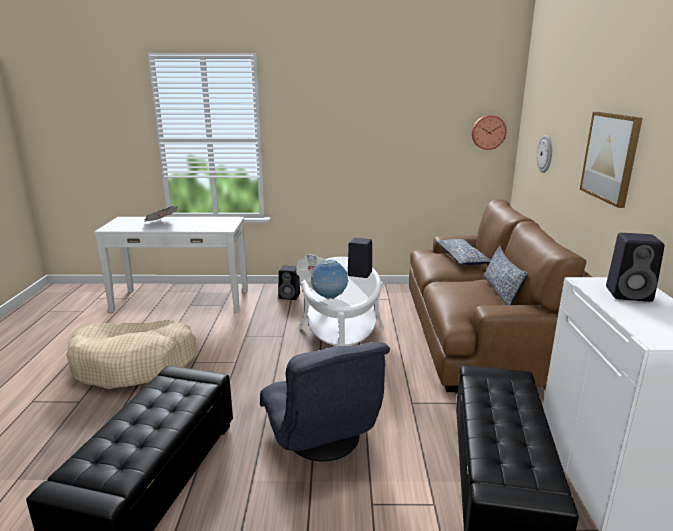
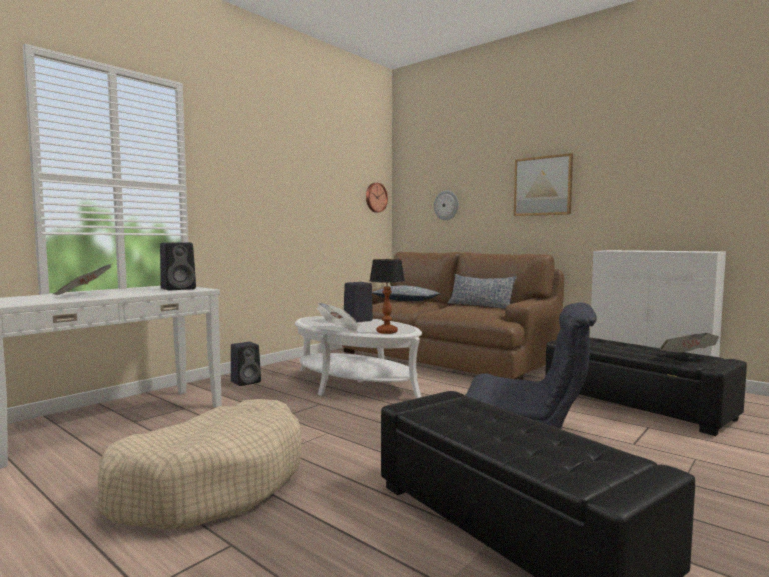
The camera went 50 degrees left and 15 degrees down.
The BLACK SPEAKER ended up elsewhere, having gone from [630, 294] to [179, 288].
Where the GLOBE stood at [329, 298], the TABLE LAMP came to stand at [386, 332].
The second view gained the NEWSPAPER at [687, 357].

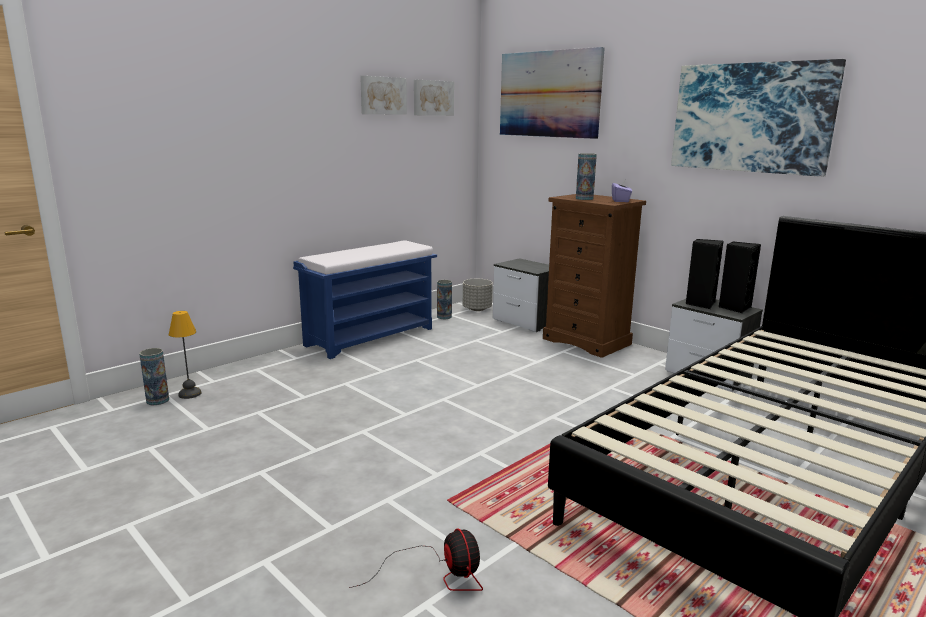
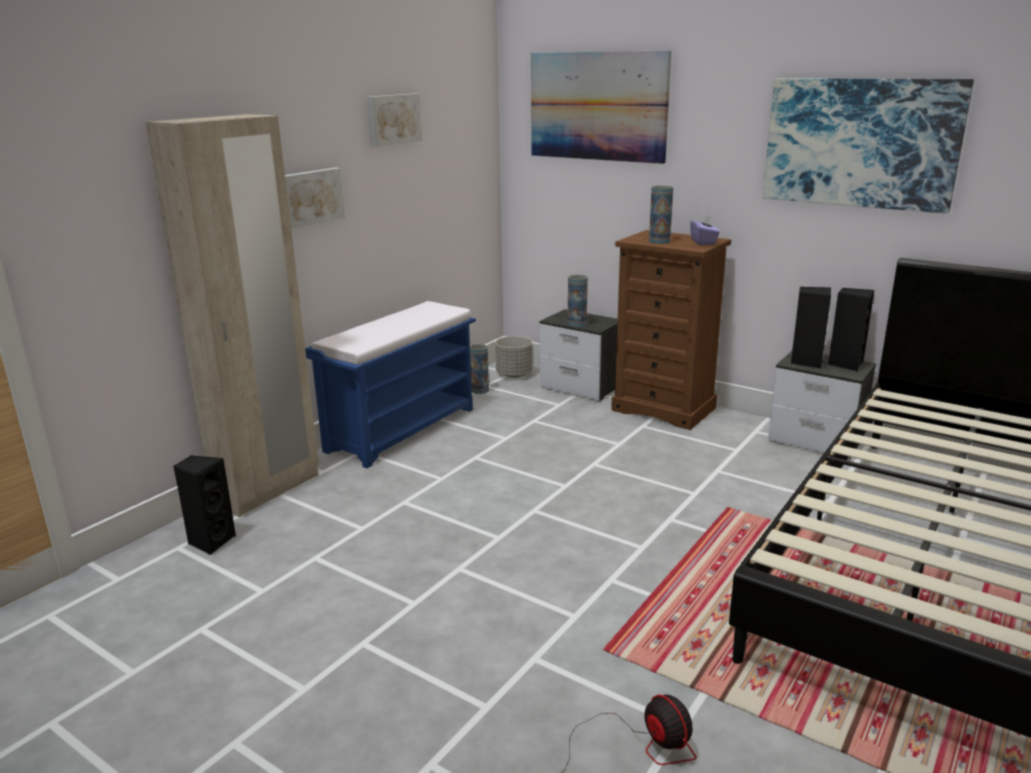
The camera went 10 degrees left and 5 degrees up.
The PICTURE ended up elsewhere, having gone from [432, 98] to [310, 197].
Where the TABLE LAMP stood at [189, 393], the BLACK SPEAKER came to stand at [211, 541].
The VASE ended up elsewhere, having gone from [157, 400] to [577, 324].
The second view gained the BEIGE WARDROBE at [268, 490].

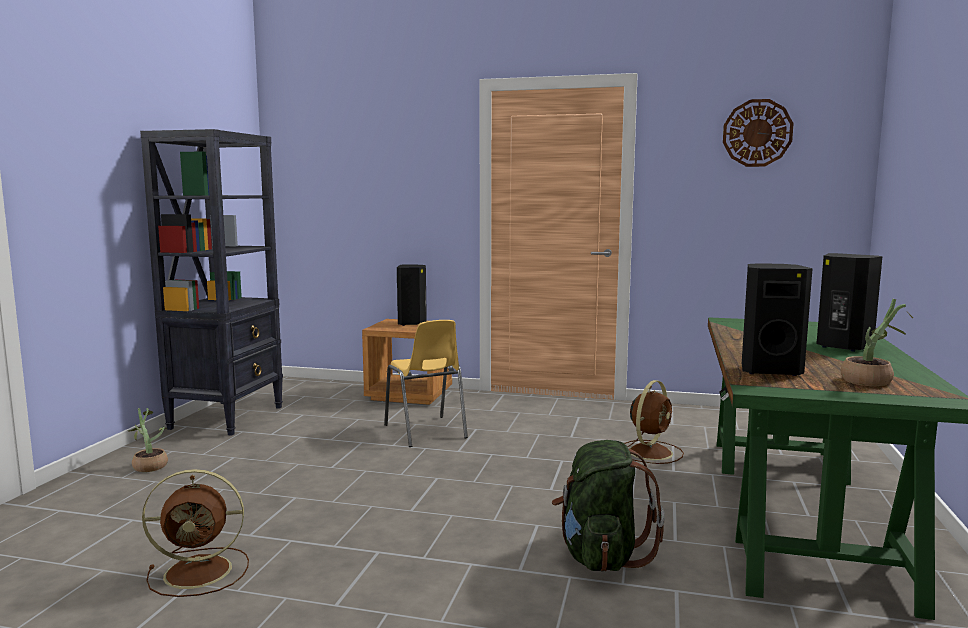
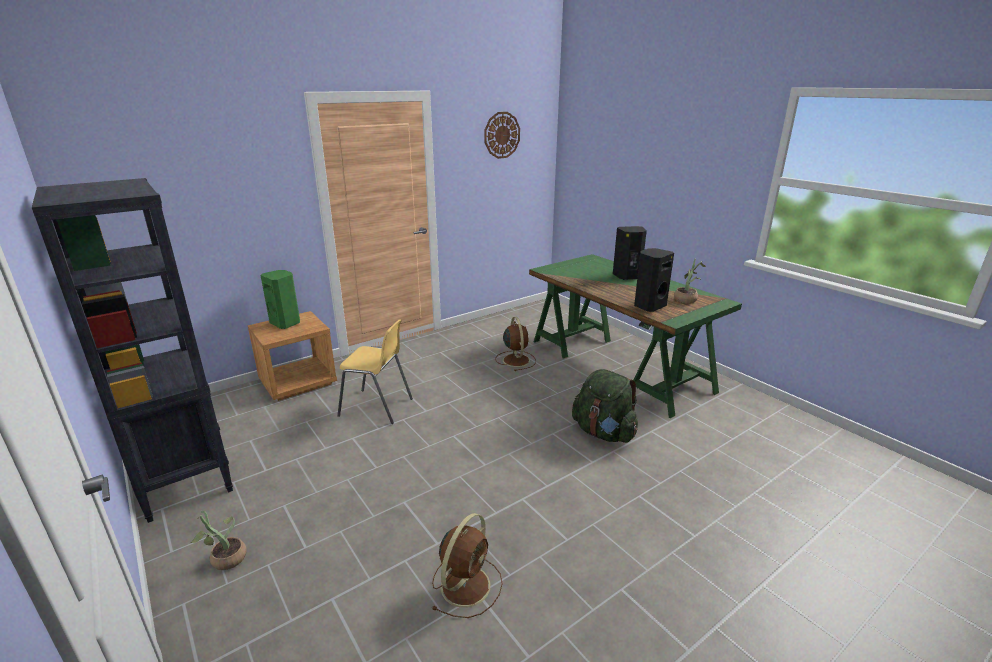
The camera went 50 degrees left and 15 degrees up.
What was the BLACK SPEAKER at [412, 323] turned into the GREEN SPEAKER at [286, 323].

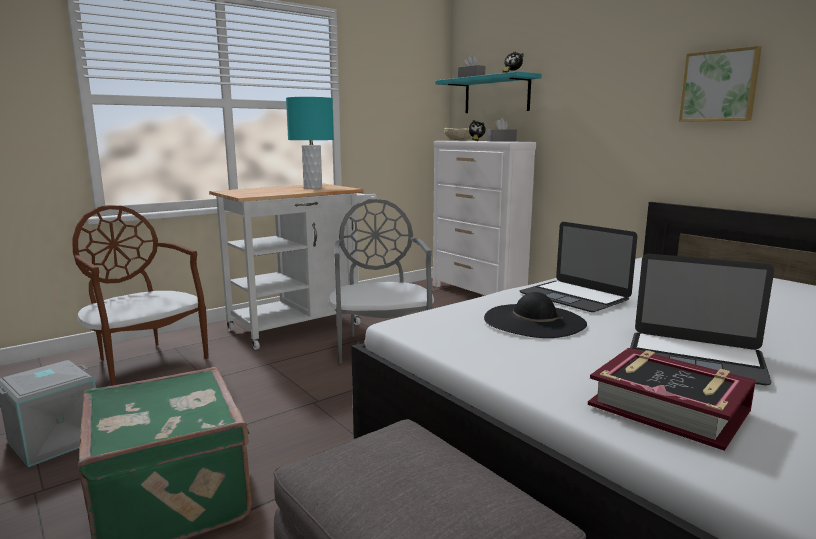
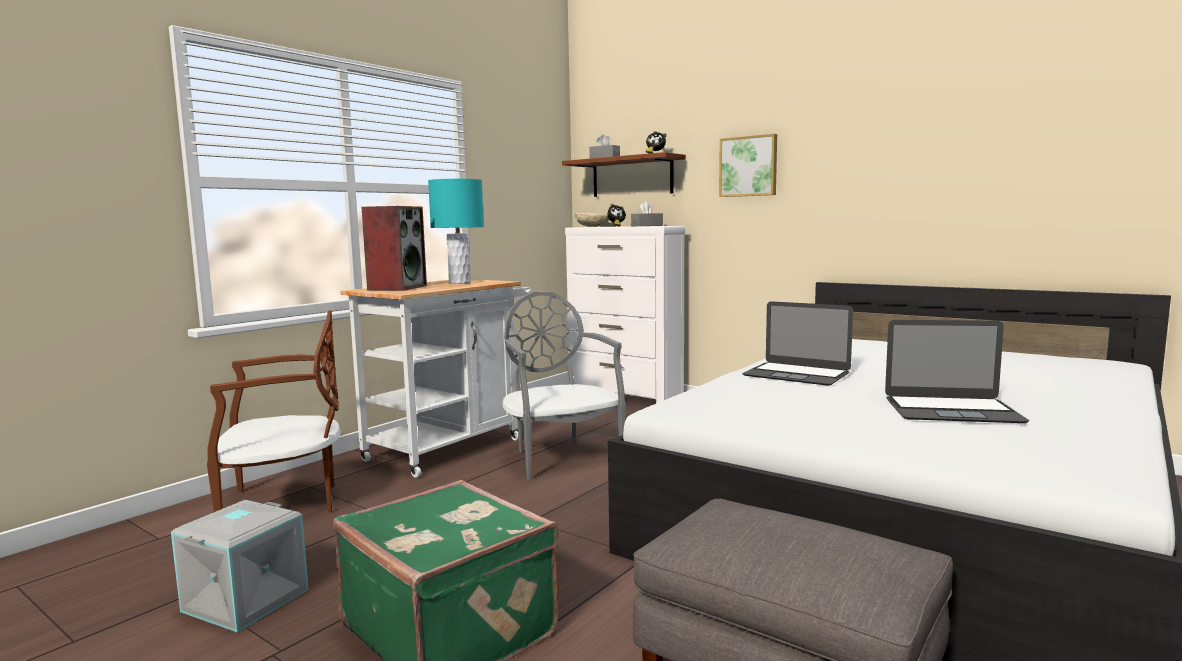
The camera went 15 degrees left and 5 degrees down.
The PICTURE ended up elsewhere, having gone from [719, 86] to [748, 166].
What was the TURQUOISE SHELF at [496, 95] turned into the BROWN SHELF at [632, 177].
The BROWN CHAIR at [146, 361] ended up facing another way, 135 degrees clockwise from before.
The second view lost the BLACK HAT at [534, 321].
The second view lost the BOOK at [668, 407].
The second view gained the SPEAKER at [397, 288].

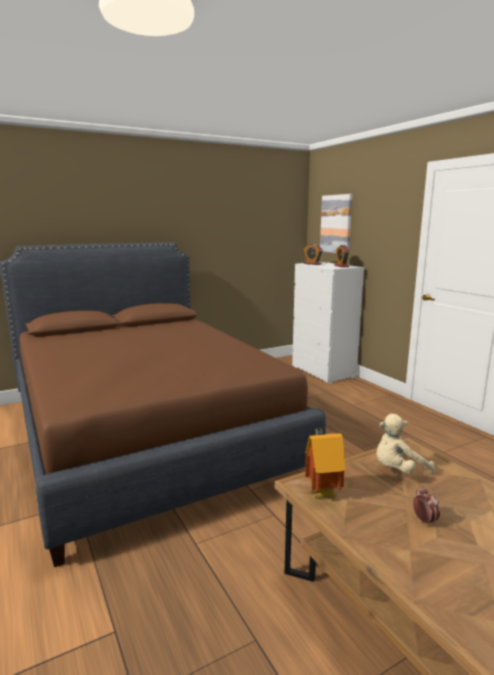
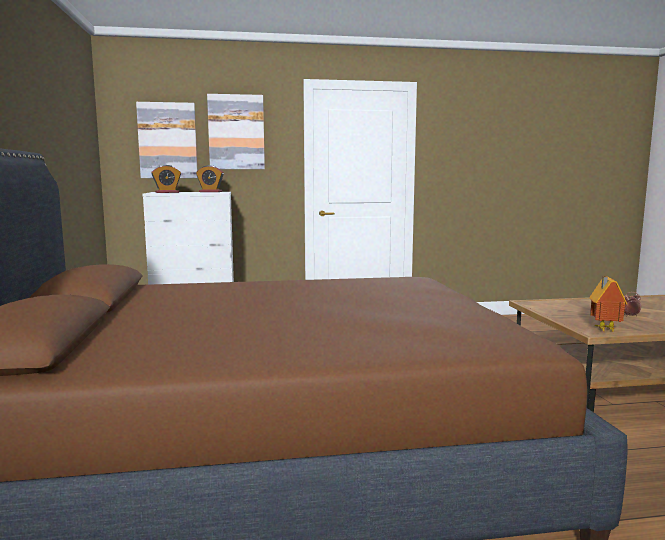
The camera went 70 degrees left and 5 degrees down.
The second view lost the BEIGE PLUSH TOY at [398, 470].
The second view gained the PICTURE at [236, 132].

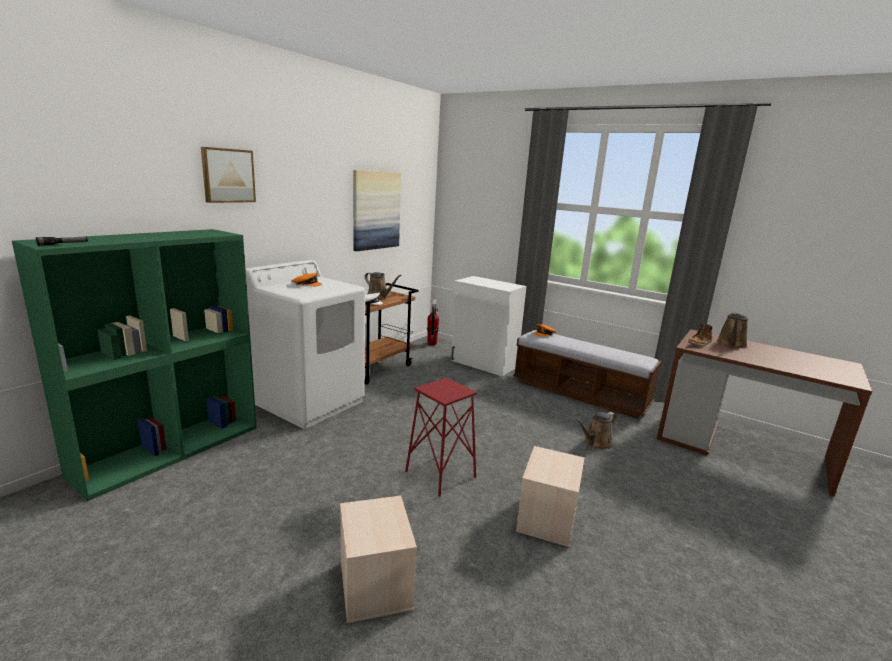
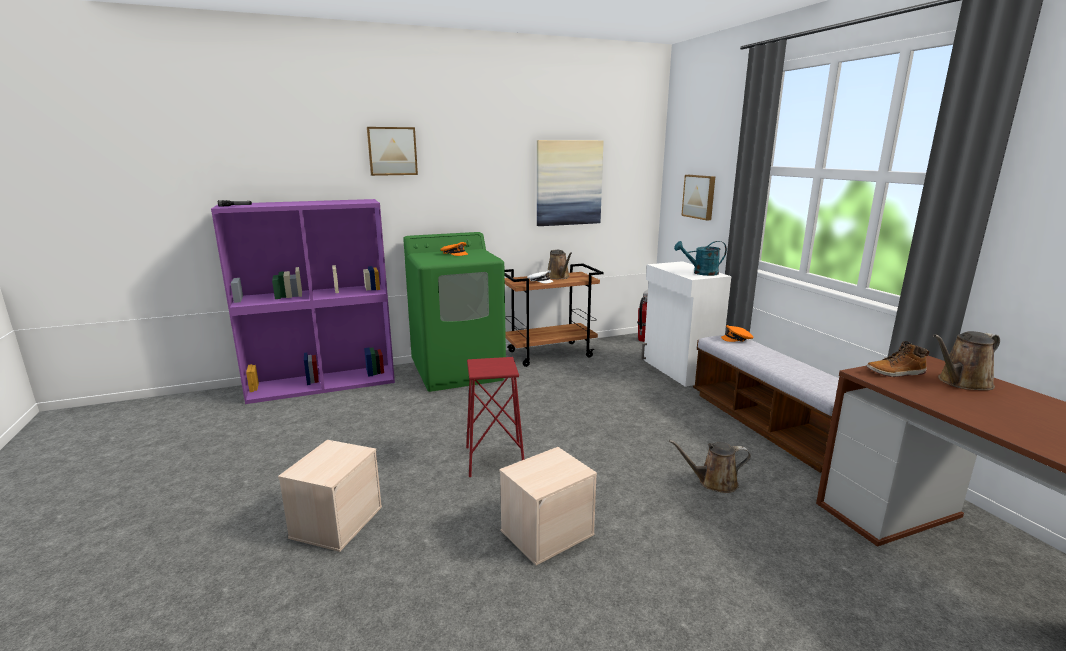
The camera went 35 degrees right and 0 degrees up.
What was the GREEN BOOKCASE at [170, 449] turned into the PURPLE BOOKCASE at [323, 383].
What was the WHITE WASHING MACHINE at [309, 402] turned into the GREEN WASHING MACHINE at [458, 371].
The second view gained the PICTURE at [699, 196].
The second view gained the TURQUOISE WATERING CAN at [701, 273].

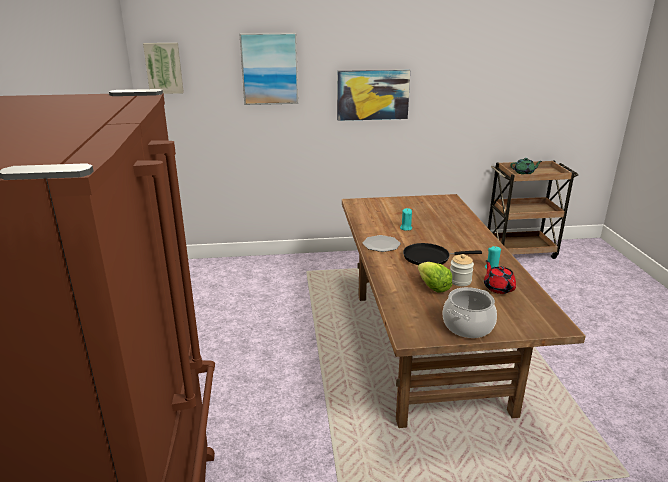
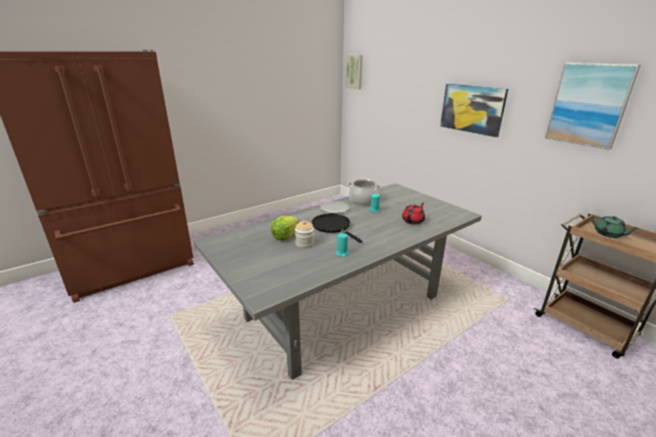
The camera went 60 degrees right and 0 degrees up.
The PICTURE ended up elsewhere, having gone from [269, 69] to [588, 105].
What was the BROWN DINING TABLE at [425, 346] turned into the GREY DINING TABLE at [345, 307].
The RED TEAPOT ended up elsewhere, having gone from [498, 288] to [413, 221].
The COOKING POT ended up elsewhere, having gone from [467, 326] to [363, 200].

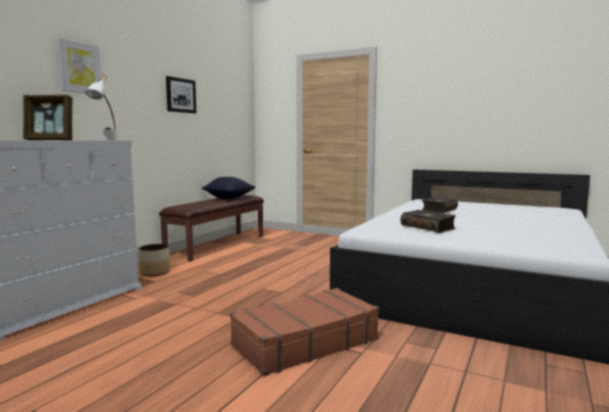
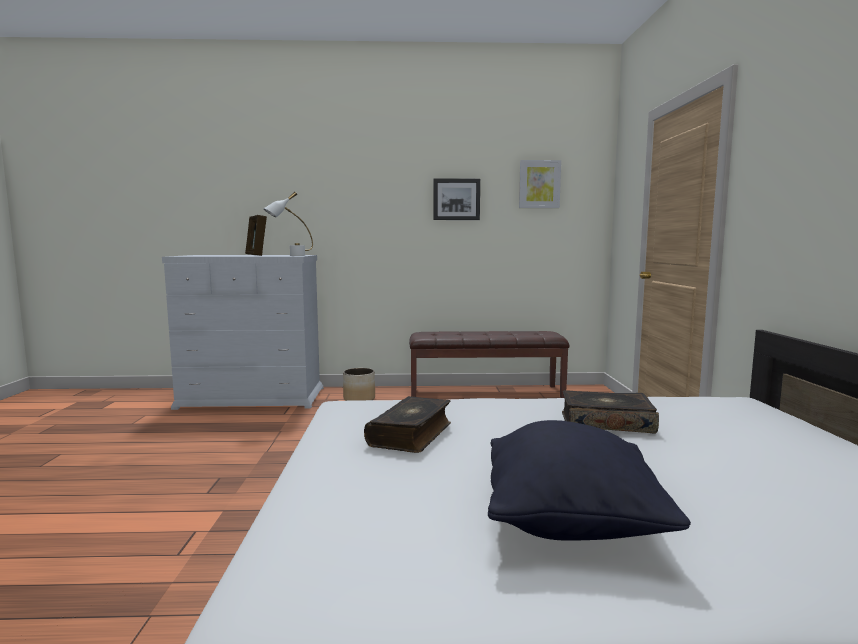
The camera went 60 degrees right and 0 degrees up.
The PICTURE ended up elsewhere, having gone from [79, 67] to [539, 184].
The BLACK PILLOW ended up elsewhere, having gone from [229, 198] to [571, 522].
The second view lost the BROWN SUITCASE at [304, 342].

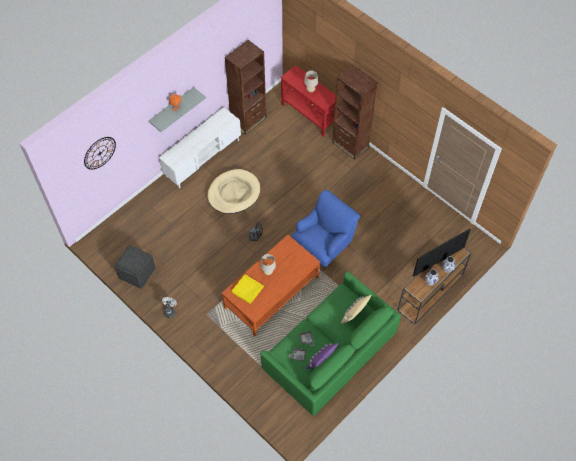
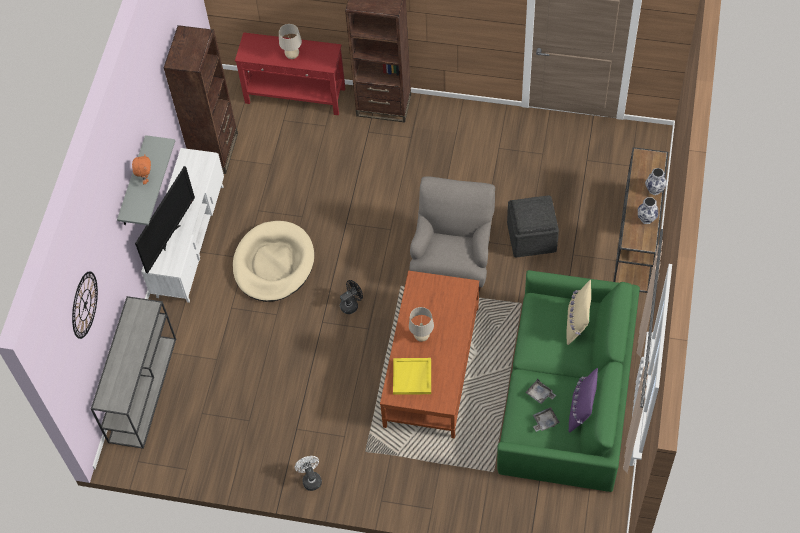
The camera went 30 degrees left and 0 degrees up.
What was the BLUE ARMCHAIR at [324, 245] turned into the GREY ARMCHAIR at [453, 261].
The TELEVISION ended up elsewhere, having gone from [437, 262] to [170, 236].
The GREY OTTOMAN ended up elsewhere, having gone from [136, 273] to [531, 237].
The second view gained the GREY CONSOLE TABLE at [142, 388].

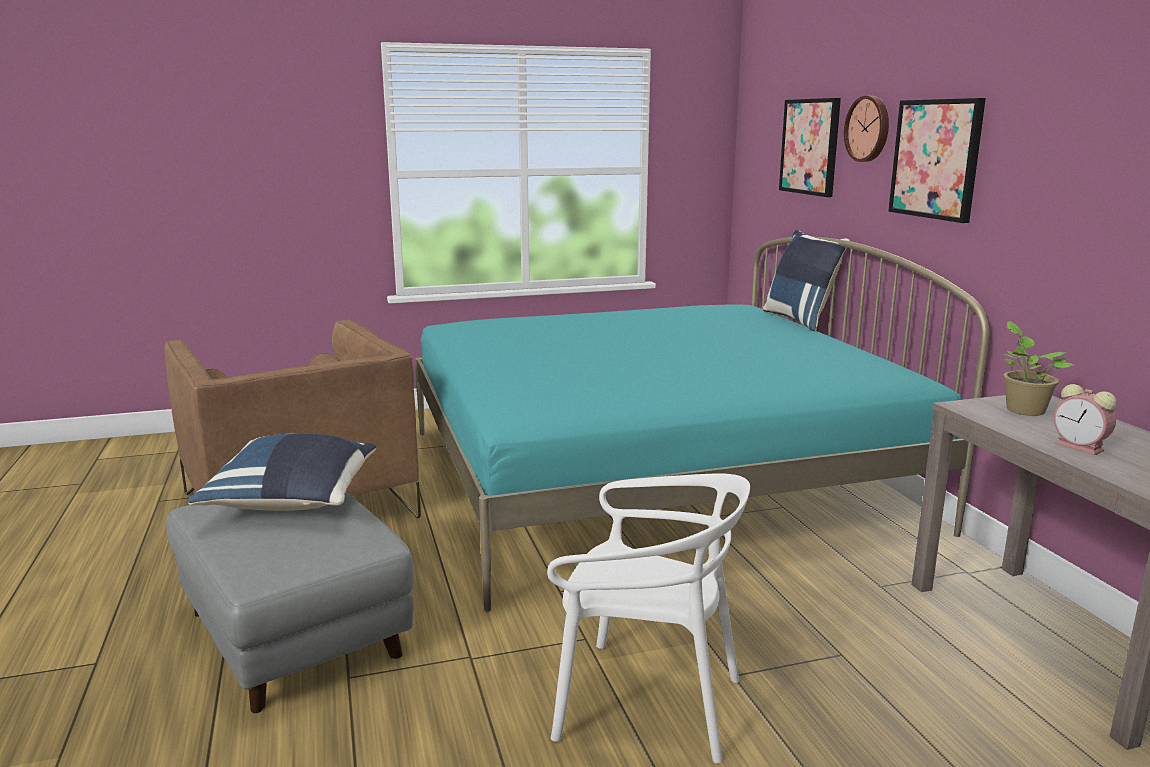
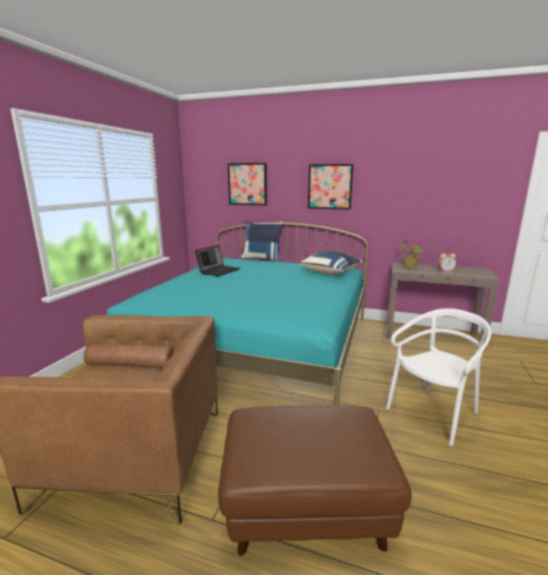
The camera went 55 degrees left and 0 degrees up.
The second view lost the WALL CLOCK at [869, 129].
The BLUE PILLOW ended up elsewhere, having gone from [294, 501] to [330, 272].
What was the GREY OTTOMAN at [296, 633] turned into the BROWN OTTOMAN at [307, 505].
The second view gained the LAPTOP at [218, 271].

